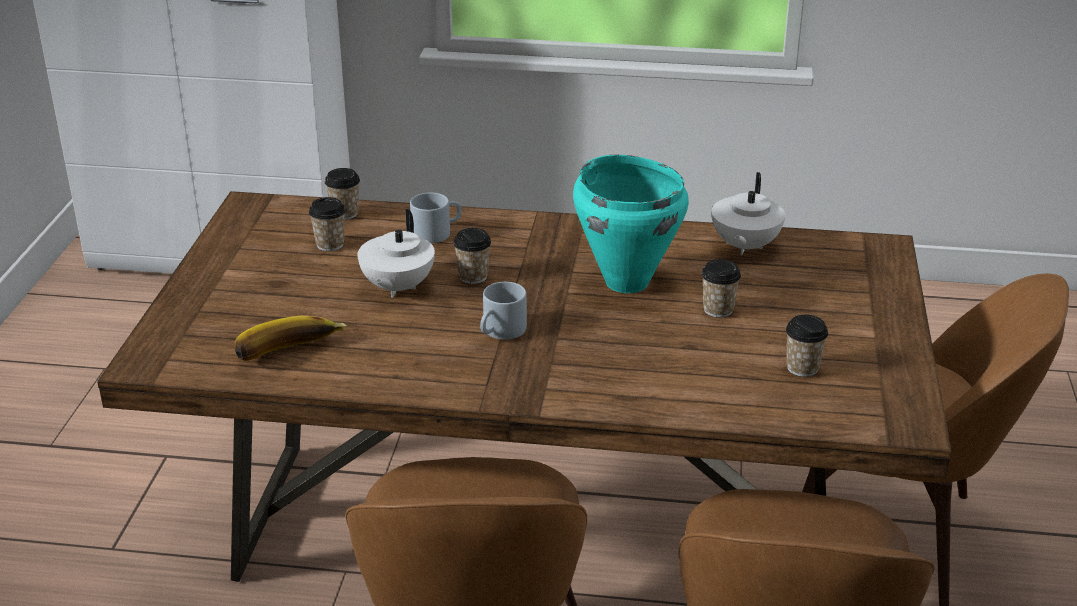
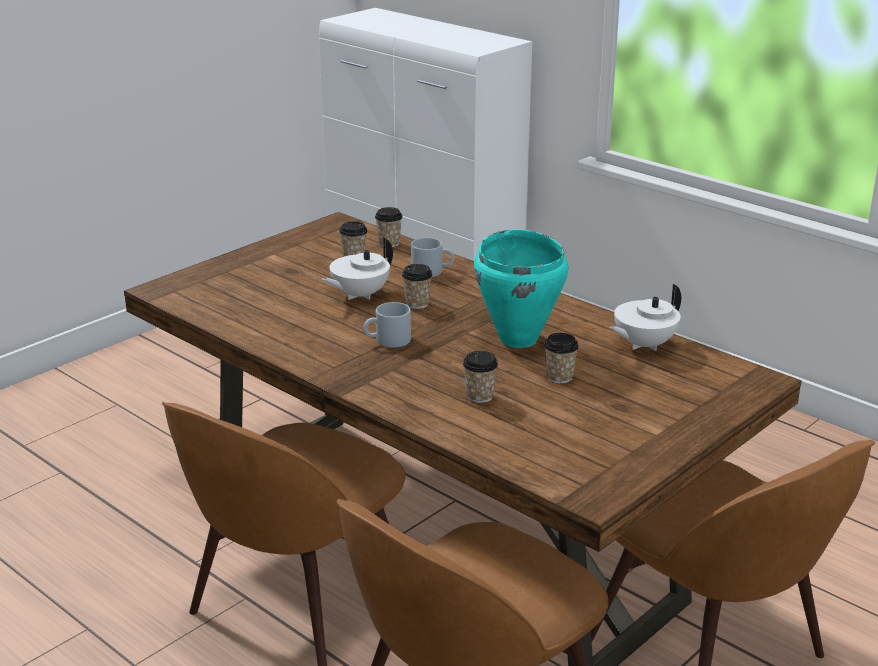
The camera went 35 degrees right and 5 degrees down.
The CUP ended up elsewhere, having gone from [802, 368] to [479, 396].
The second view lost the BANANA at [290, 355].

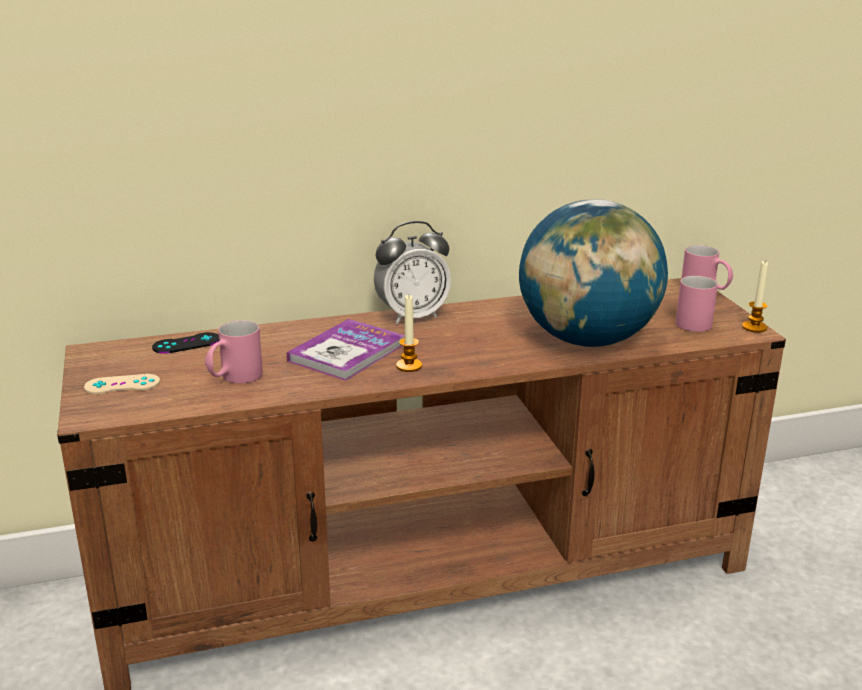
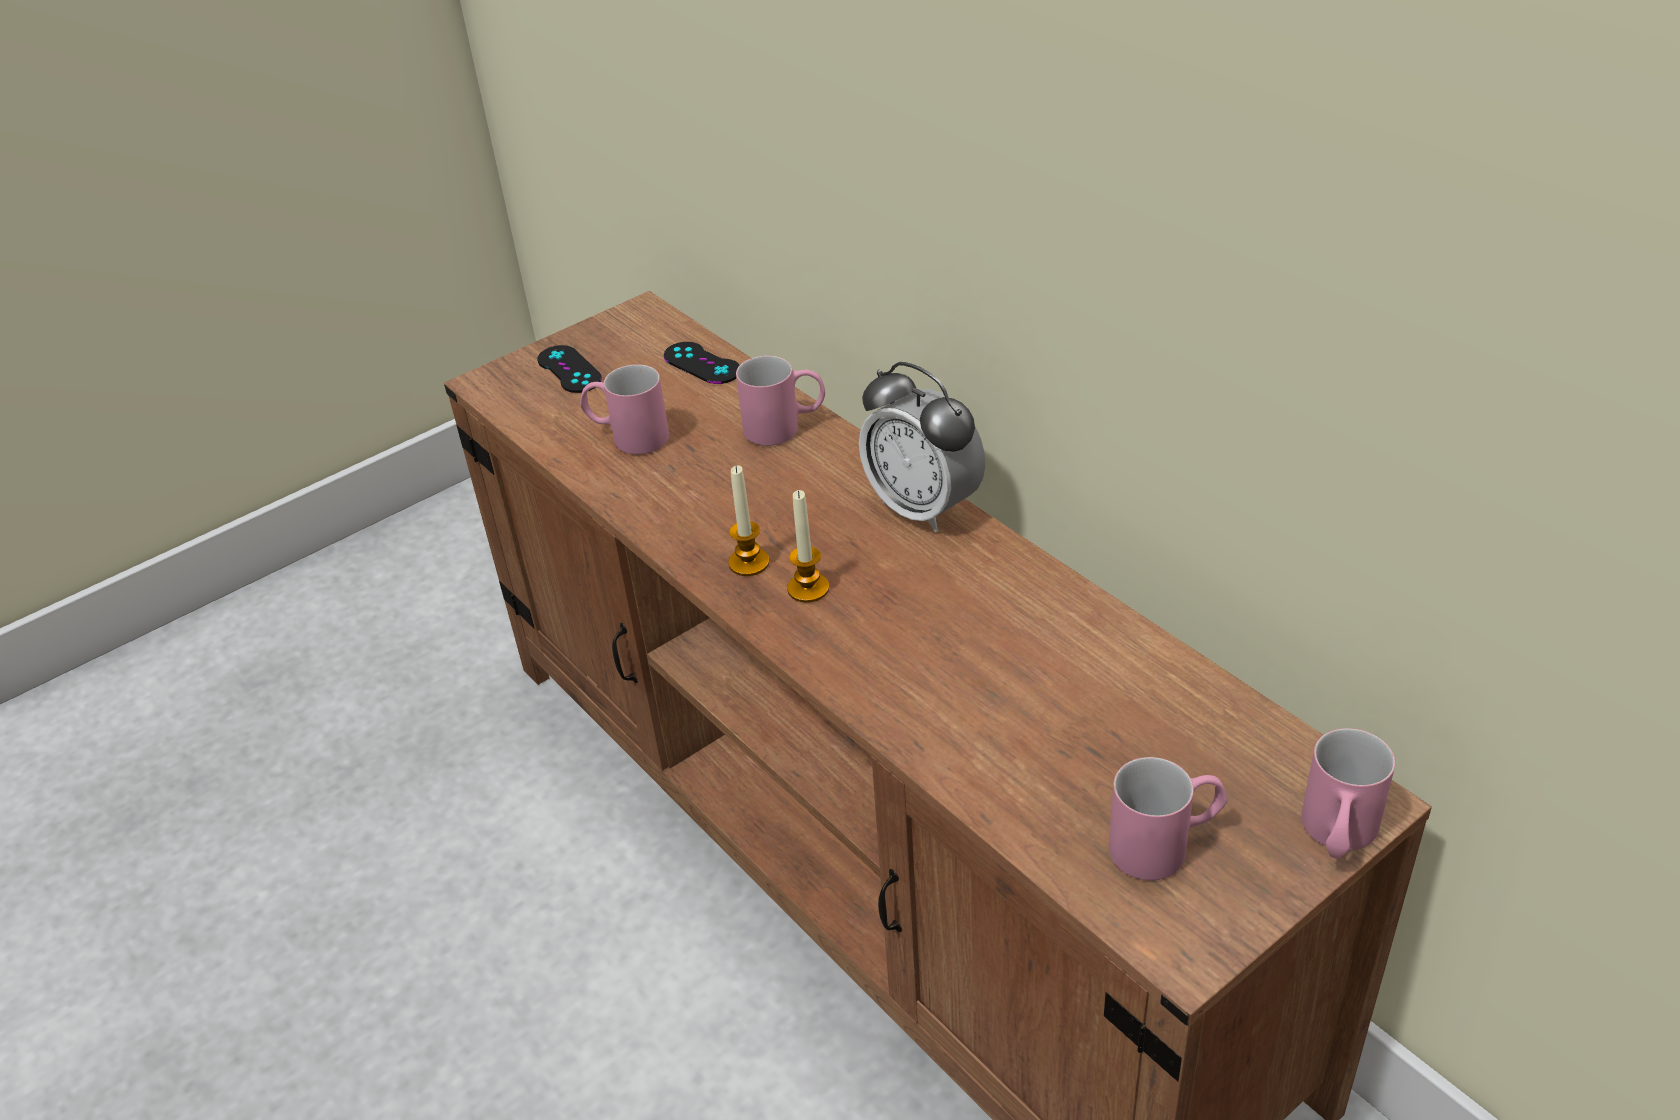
The camera went 70 degrees right and 15 degrees up.
The second view lost the GLOBE at [587, 340].
The CANDLE ended up elsewhere, having gone from [754, 327] to [808, 588].
The second view lost the BOOK at [347, 352].
What was the BEIGE GAME CONTROLLER at [122, 385] turned into the BLACK GAME CONTROLLER at [569, 370].
The second view gained the PINK MUG at [785, 427].

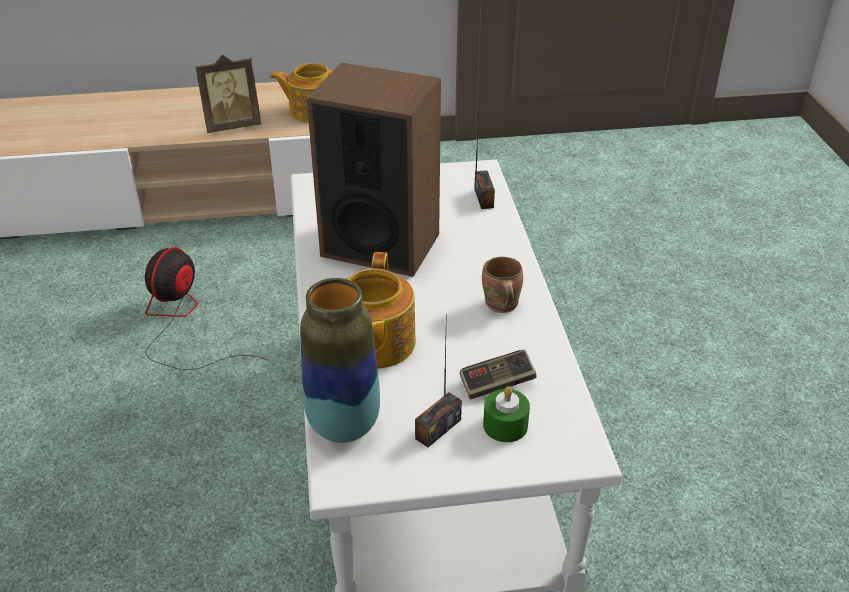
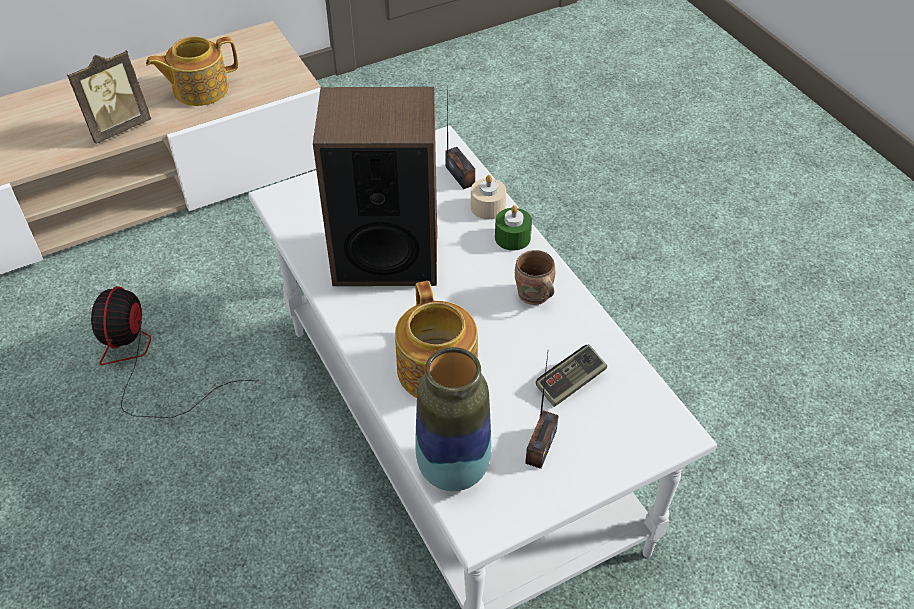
The camera went 20 degrees left and 10 degrees up.
The GREEN CANDLE ended up elsewhere, having gone from [505, 425] to [512, 237].
The second view gained the BEIGE CANDLE at [488, 207].

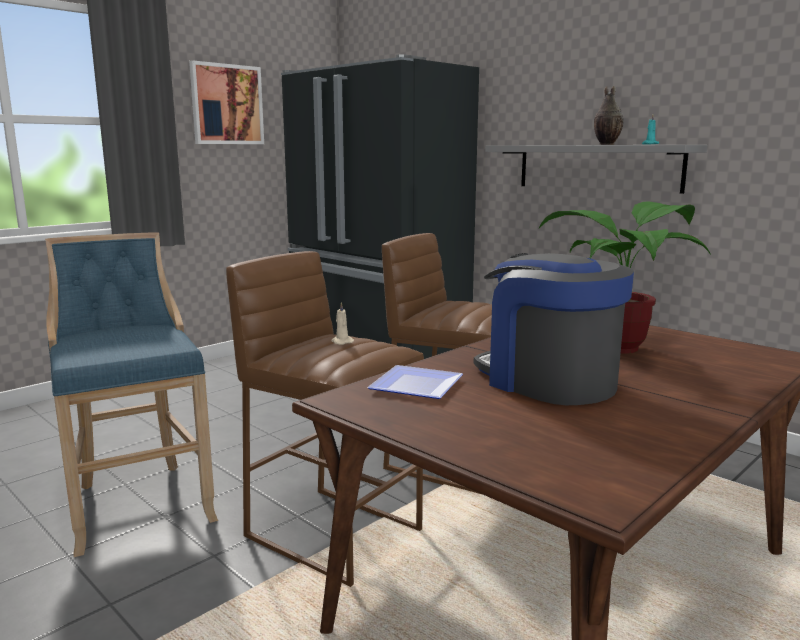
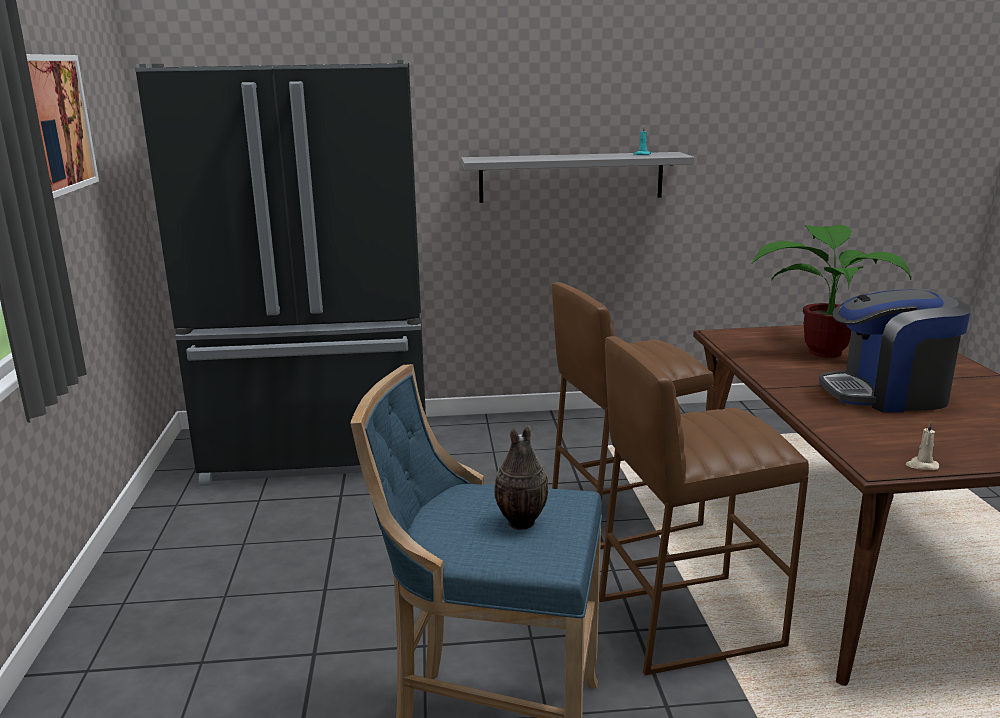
The camera went 50 degrees left and 5 degrees up.
The VASE ended up elsewhere, having gone from [605, 144] to [520, 523].
The BEIGE CANDLE ended up elsewhere, having gone from [341, 342] to [921, 465].
The second view lost the PLATE at [420, 385].

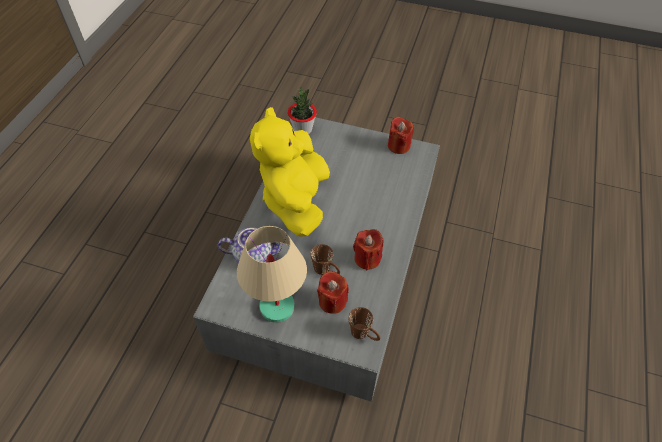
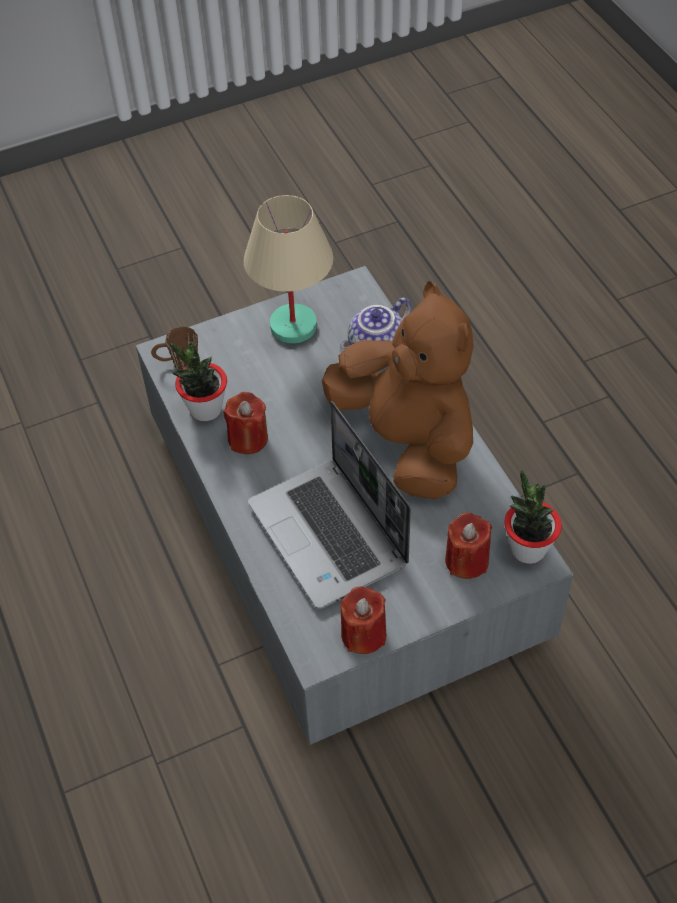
The camera went 140 degrees right and 0 degrees up.
What was the YELLOW PLUSH TOY at [296, 201] turned into the BROWN PLUSH TOY at [407, 441].
The second view lost the BROWN MUG at [326, 270].
The RED CANDLE ended up elsewhere, having gone from [332, 301] to [466, 560].
The second view gained the POTTED PLANT at [205, 409].
The second view gained the LAPTOP at [330, 535].

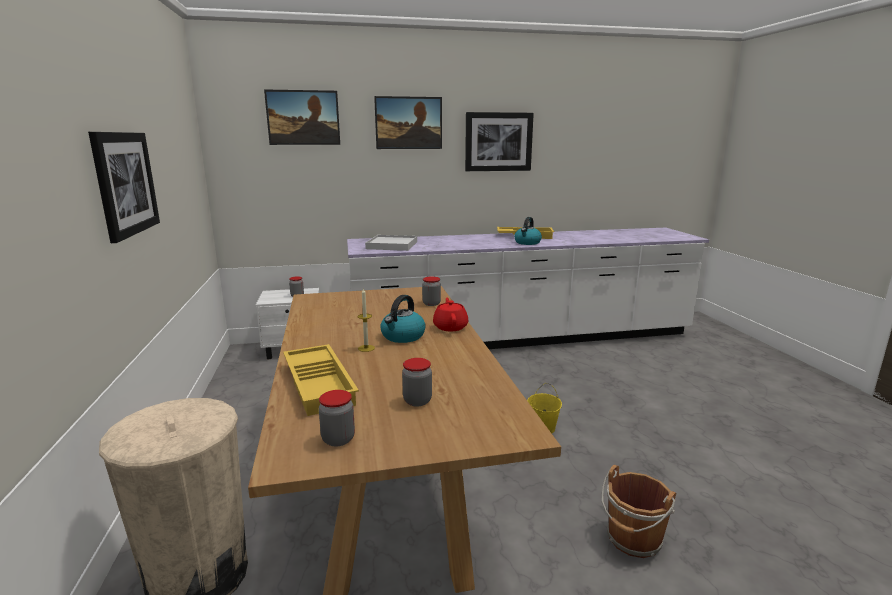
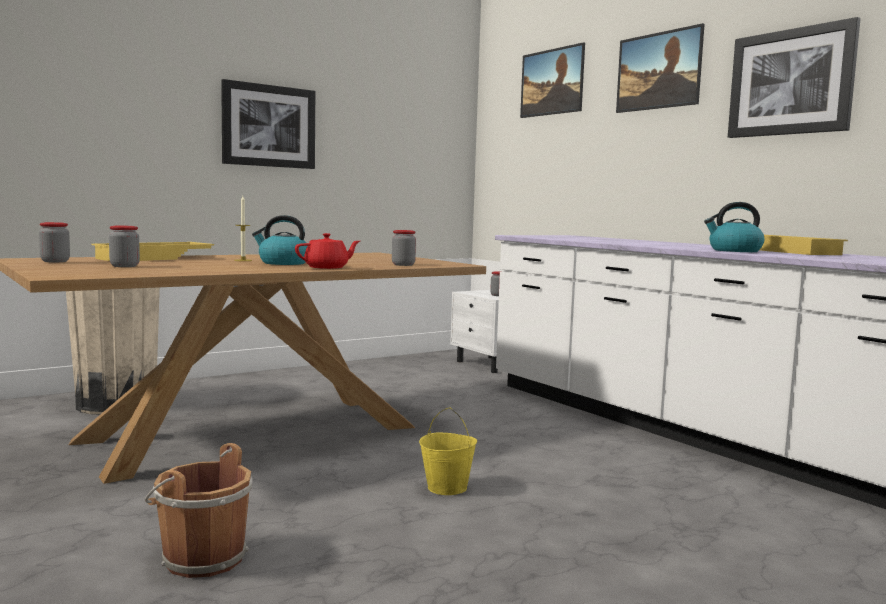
The camera went 65 degrees right and 10 degrees down.
The second view lost the WHITE TRAY at [392, 245].

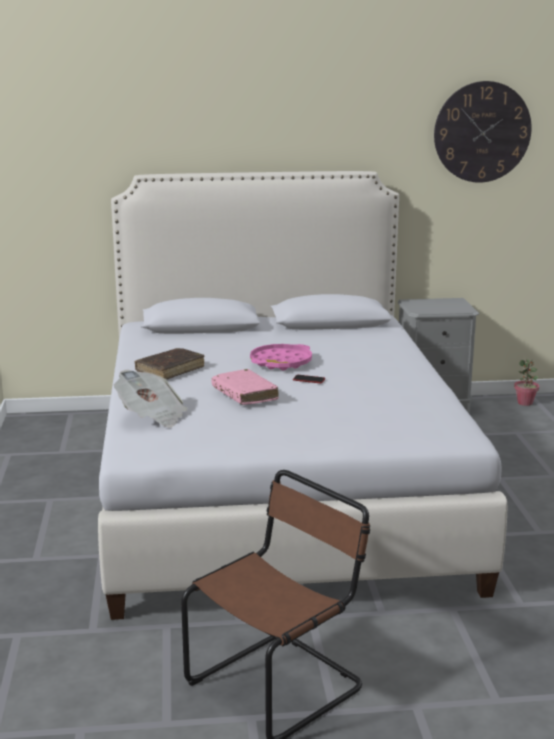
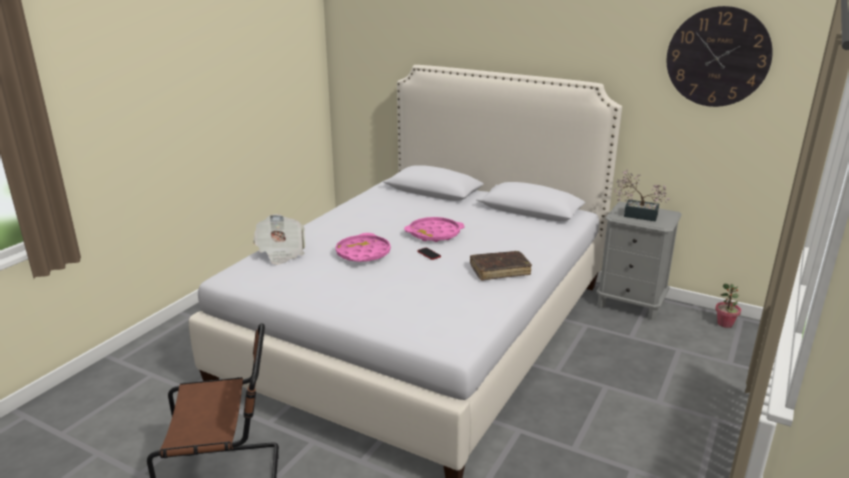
The camera went 35 degrees right and 5 degrees up.
The BROWN BOOK ended up elsewhere, having gone from [170, 370] to [499, 270].
Where the PINK BOOK stood at [244, 394], the PINK TRAY came to stand at [363, 253].
The second view gained the POTTED PLANT at [636, 214].

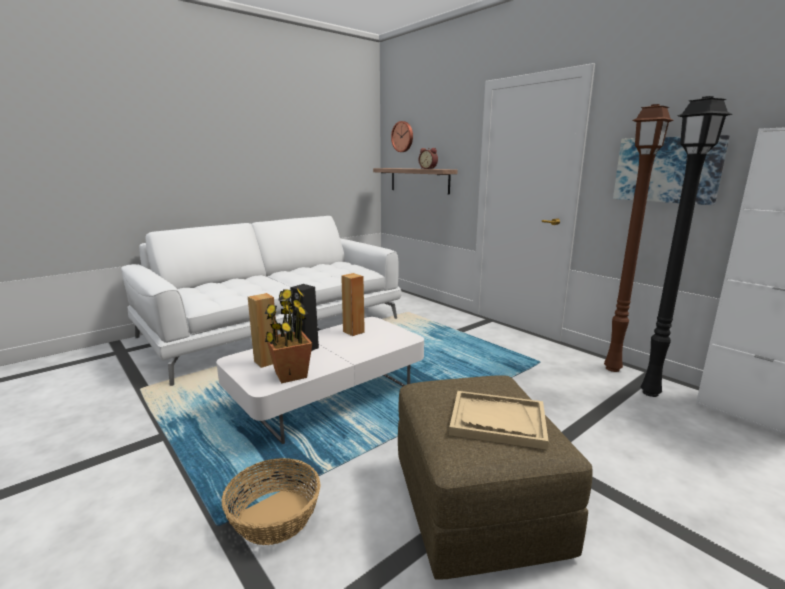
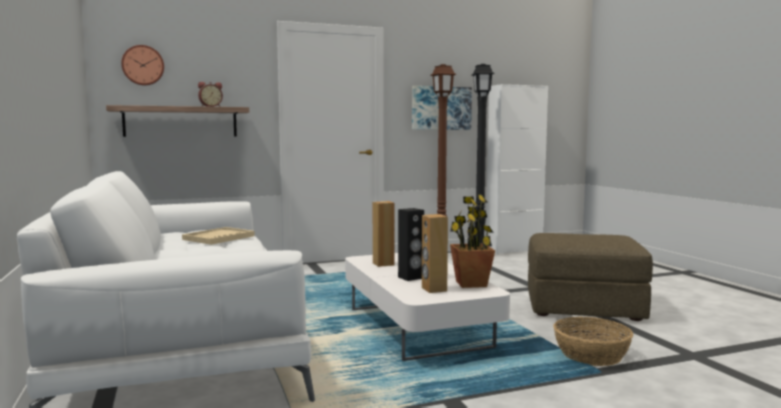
The camera went 70 degrees left and 10 degrees down.
The BEIGE TRAY ended up elsewhere, having gone from [497, 421] to [219, 238].

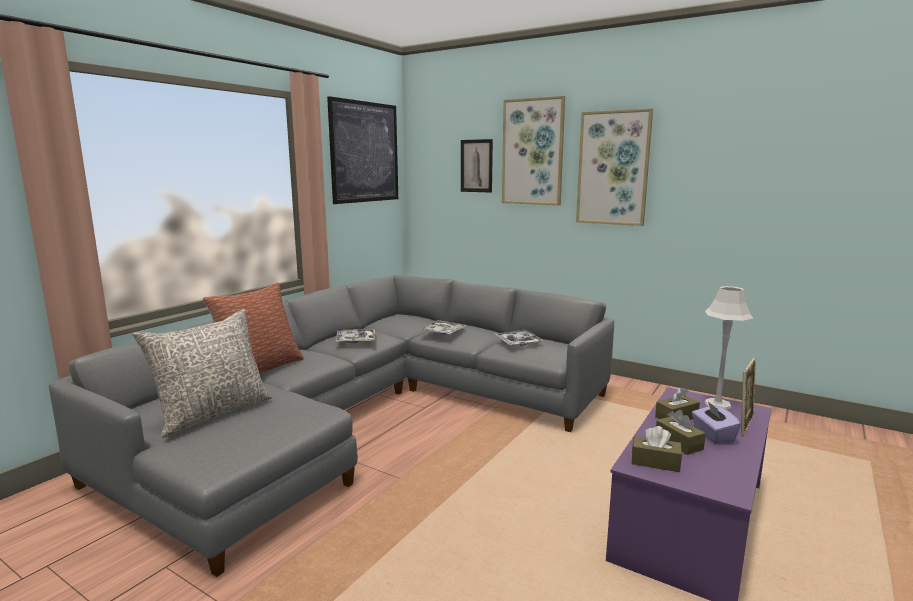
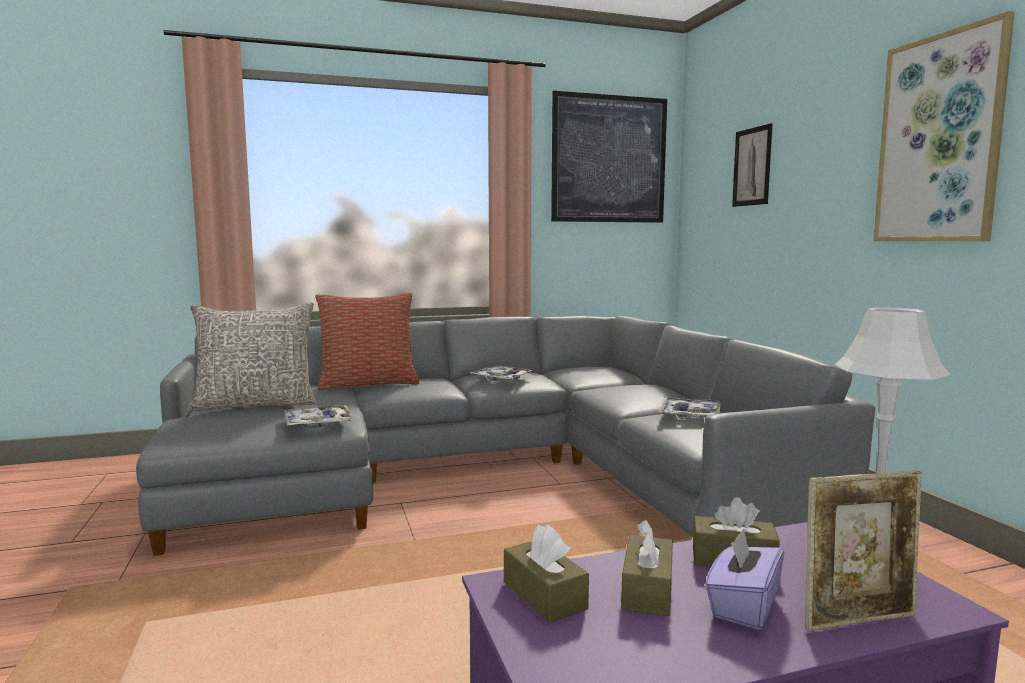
The camera went 40 degrees right and 5 degrees down.
The second view lost the PICTURE at [533, 152].
The TRAY ended up elsewhere, having gone from [443, 332] to [318, 423].

